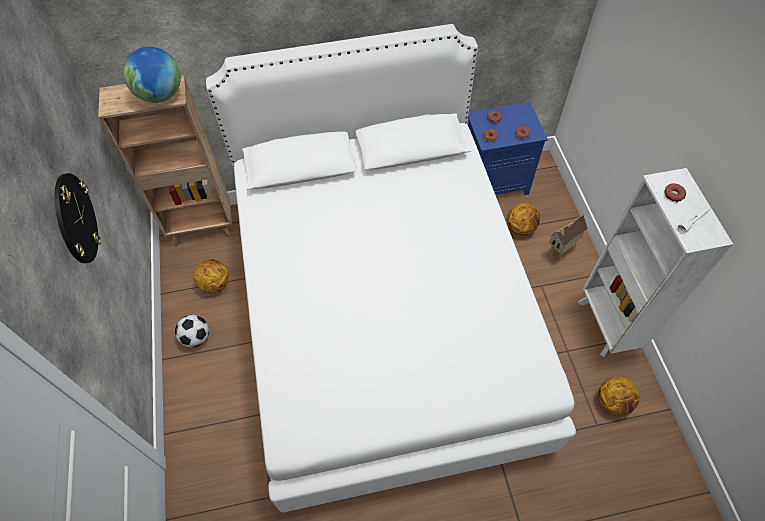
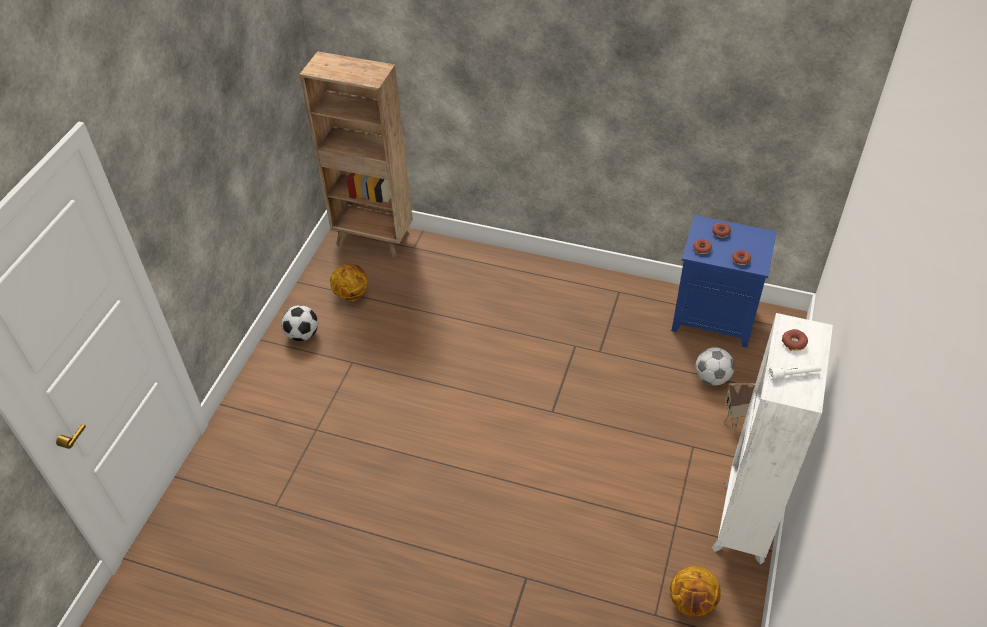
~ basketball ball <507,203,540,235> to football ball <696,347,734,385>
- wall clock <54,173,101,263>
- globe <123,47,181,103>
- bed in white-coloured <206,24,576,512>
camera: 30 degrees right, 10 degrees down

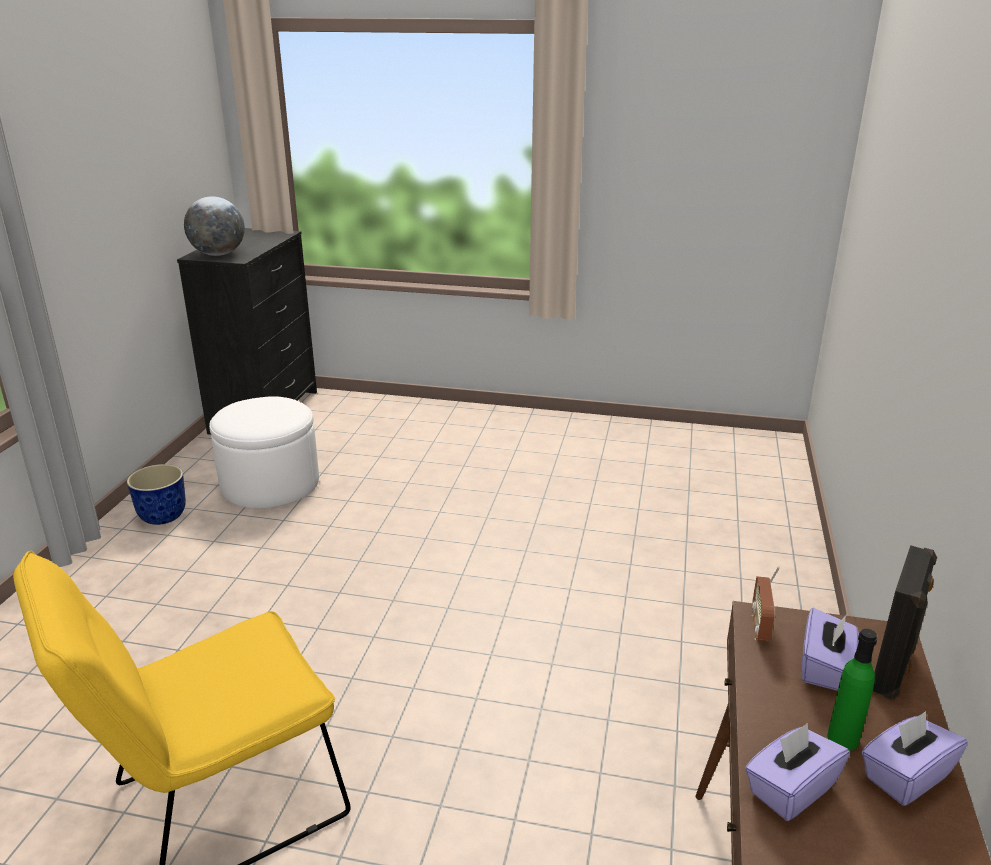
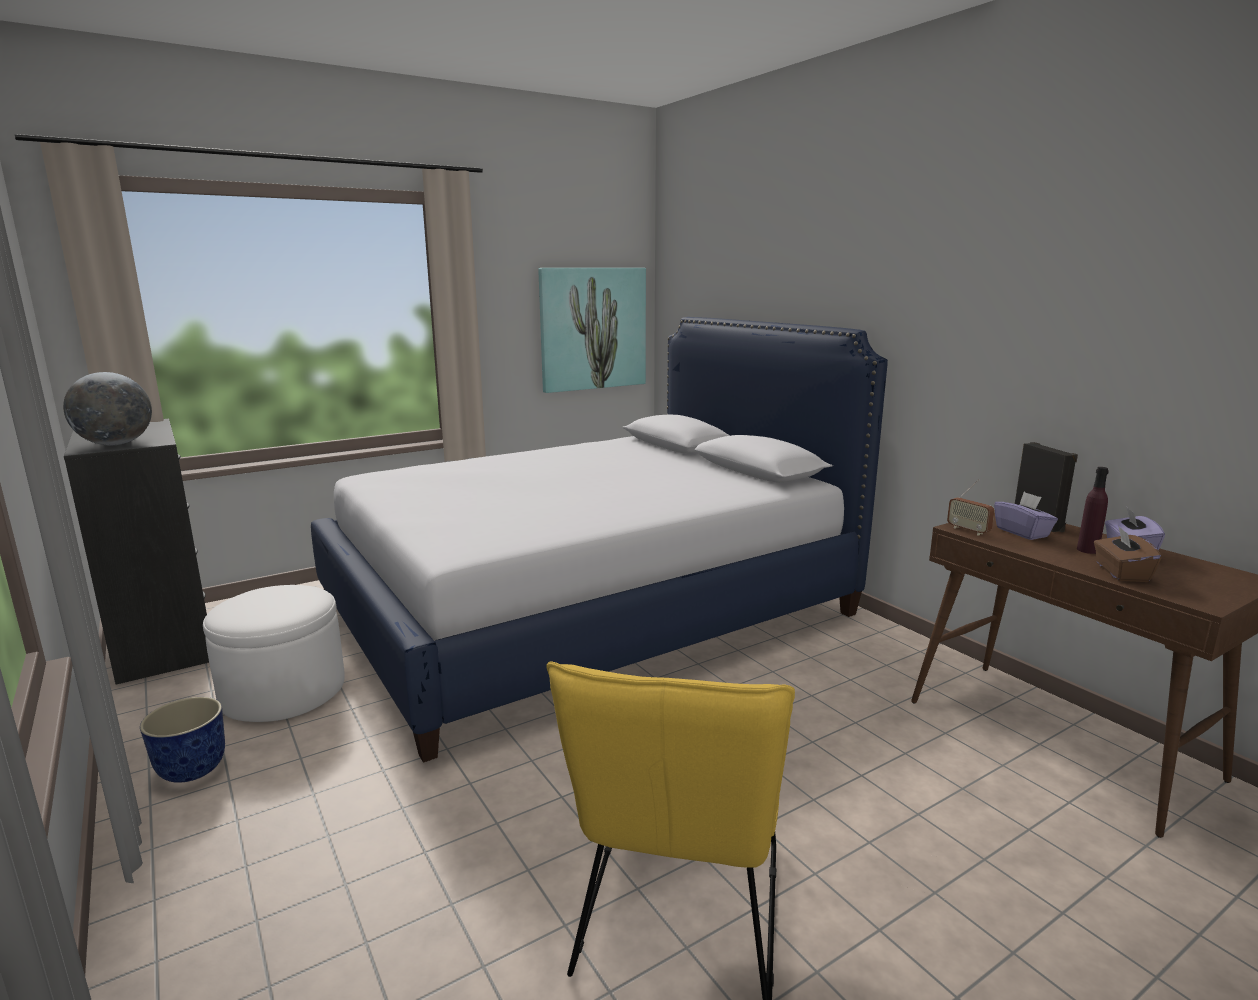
+ bed <311,317,888,763>
+ picture <538,268,646,393>
~ beverage bottle in green <827,629,877,751> to beverage bottle in purplish <1077,467,1109,554>
~ box of tissues in purplish <745,723,850,821> to box of tissues in brown-coloured <1094,526,1162,582>
camera: 45 degrees left, 10 degrees down

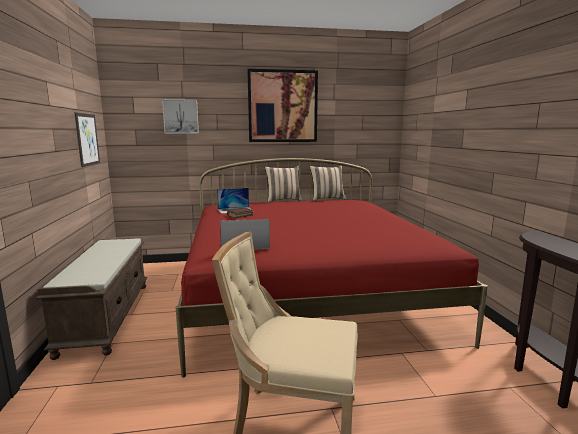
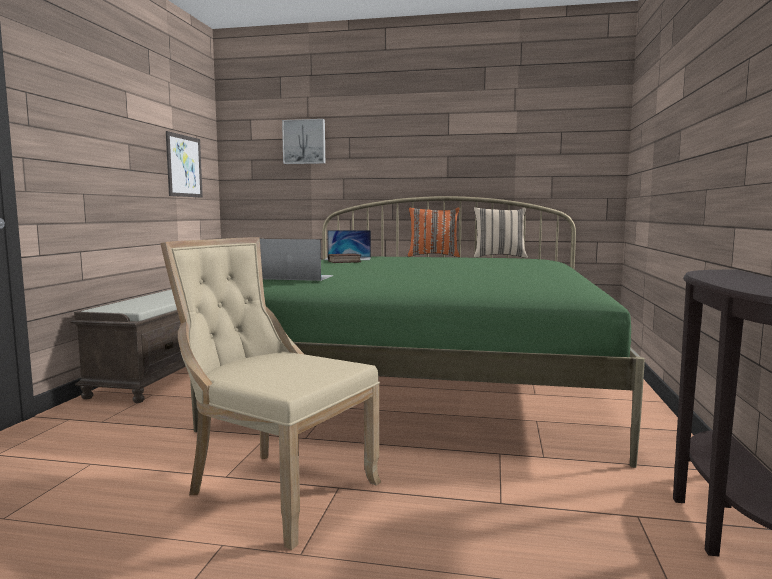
~ bed in red-coloured <176,158,488,378> to bed in green <190,196,645,468>
~ cushion in beige <265,166,302,202> to cushion in orange-coloured <408,207,460,257>
- picture <247,69,318,142>
camera: 20 degrees right, 5 degrees down

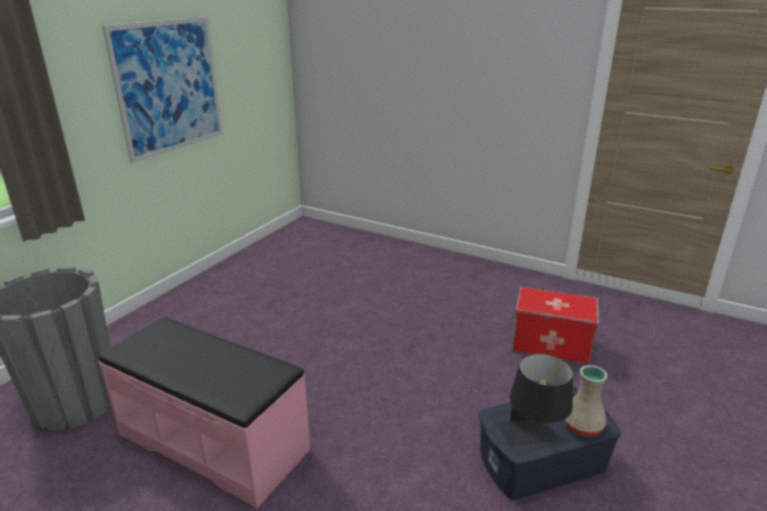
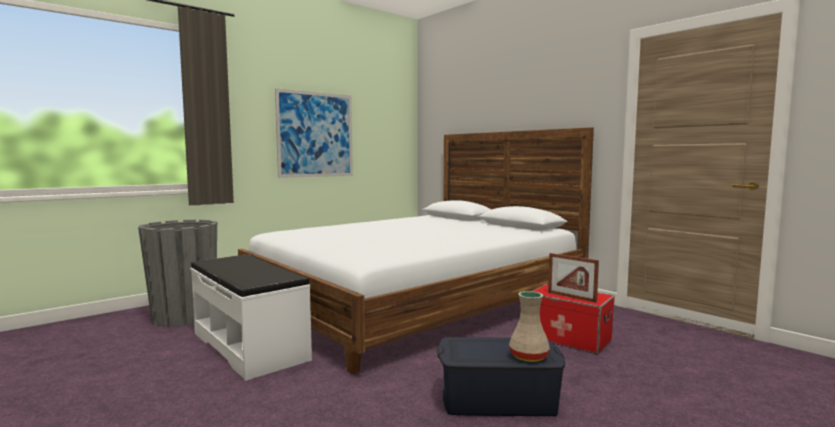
~ indoor bench in pinkish <98,316,310,508> to indoor bench in white-coloured <190,254,312,381>
+ bed <238,127,594,374>
+ photo frame <548,253,599,303>
- table lamp in black <500,353,573,446>
camera: 20 degrees right, 20 degrees down

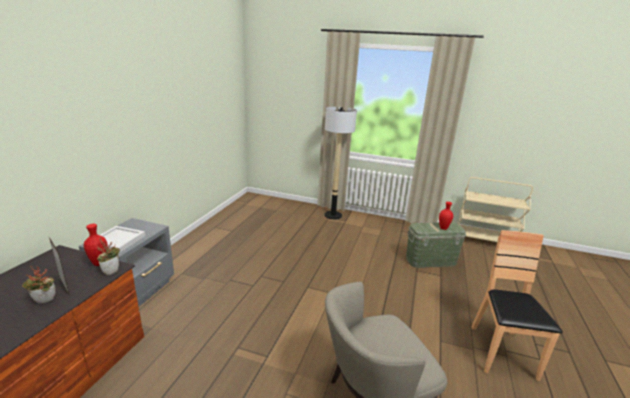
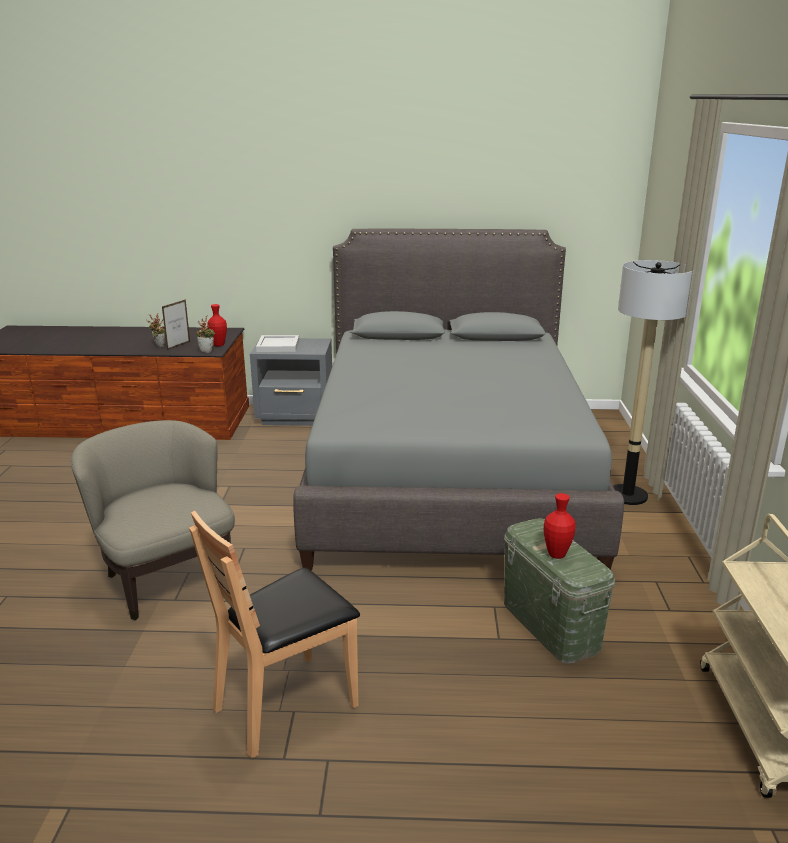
~ plain chair in brown-coloured <471,230,563,381> = <189,511,360,758> 150 degrees clockwise
+ bed in grey <293,228,624,570>
camera: 75 degrees right, 0 degrees up

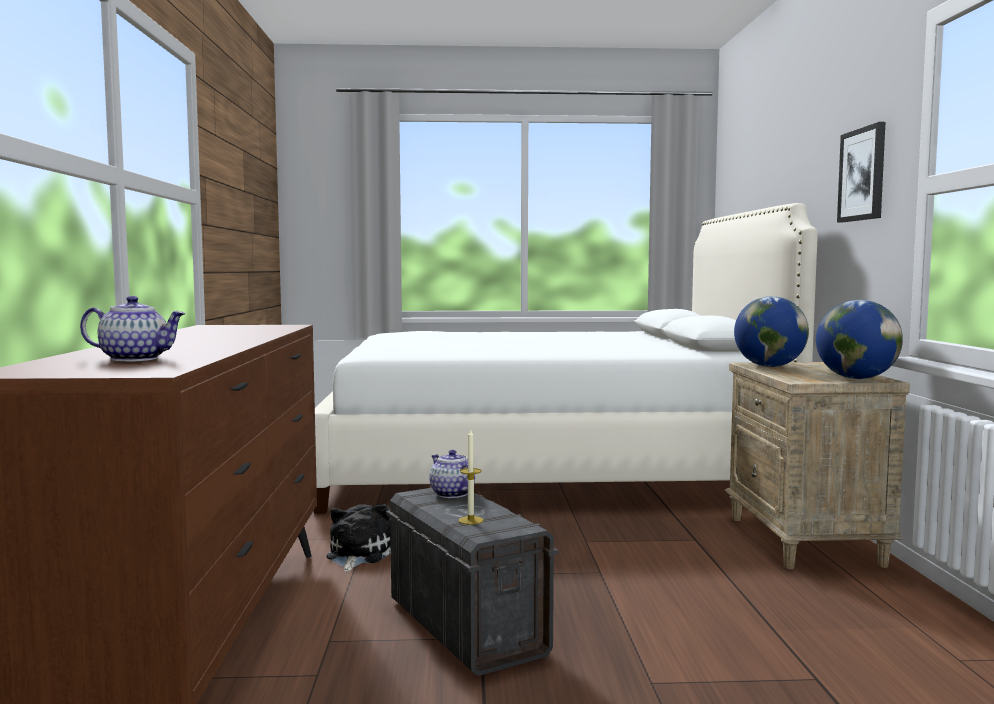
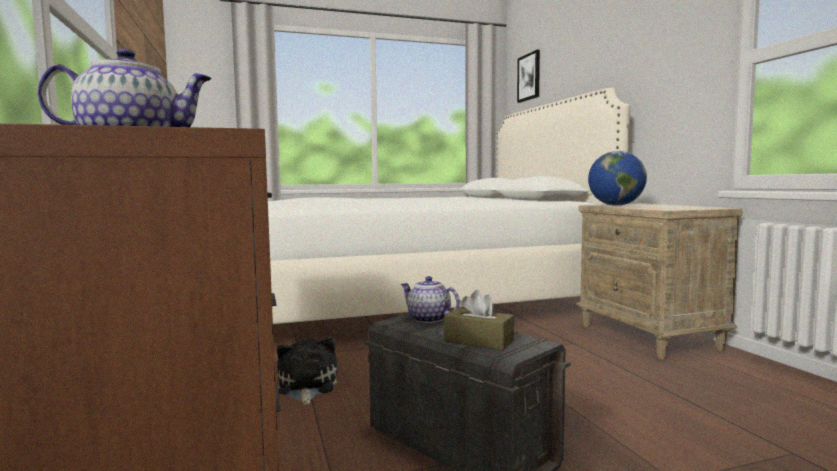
~ candle <458,428,483,525> to box of tissues in brown-coloured <444,290,514,351>
~ picture <837,122,885,222> to <517,50,540,103>
- globe <816,300,903,379>
camera: 15 degrees left, 0 degrees up

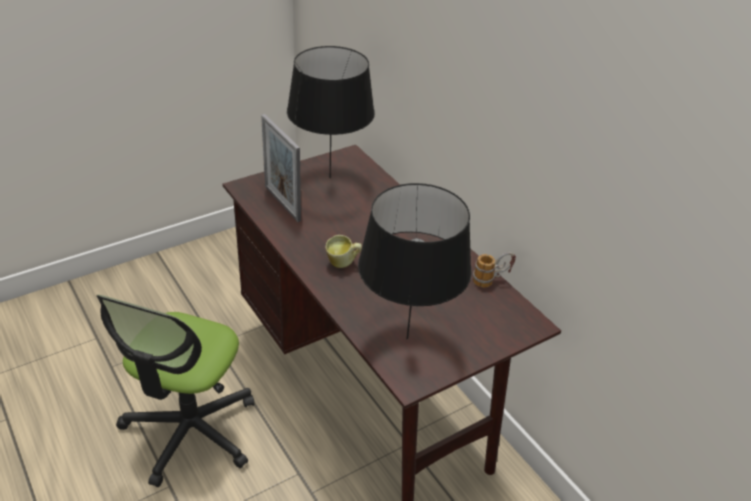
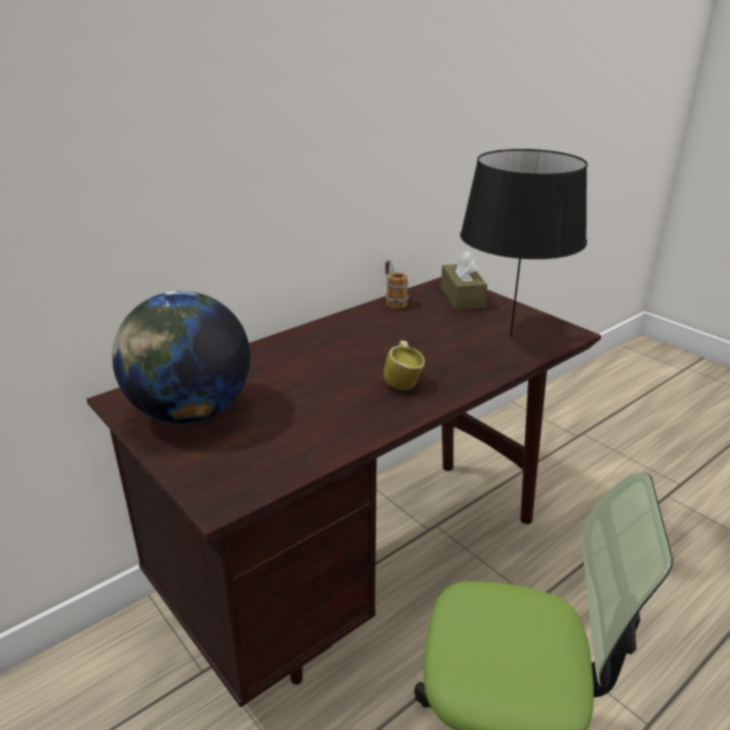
~ table lamp in black <287,46,375,178> to globe <112,291,250,424>
+ box of tissues in brown-coloured <441,251,487,310>
- photo frame <261,114,301,222>
camera: 95 degrees left, 10 degrees down

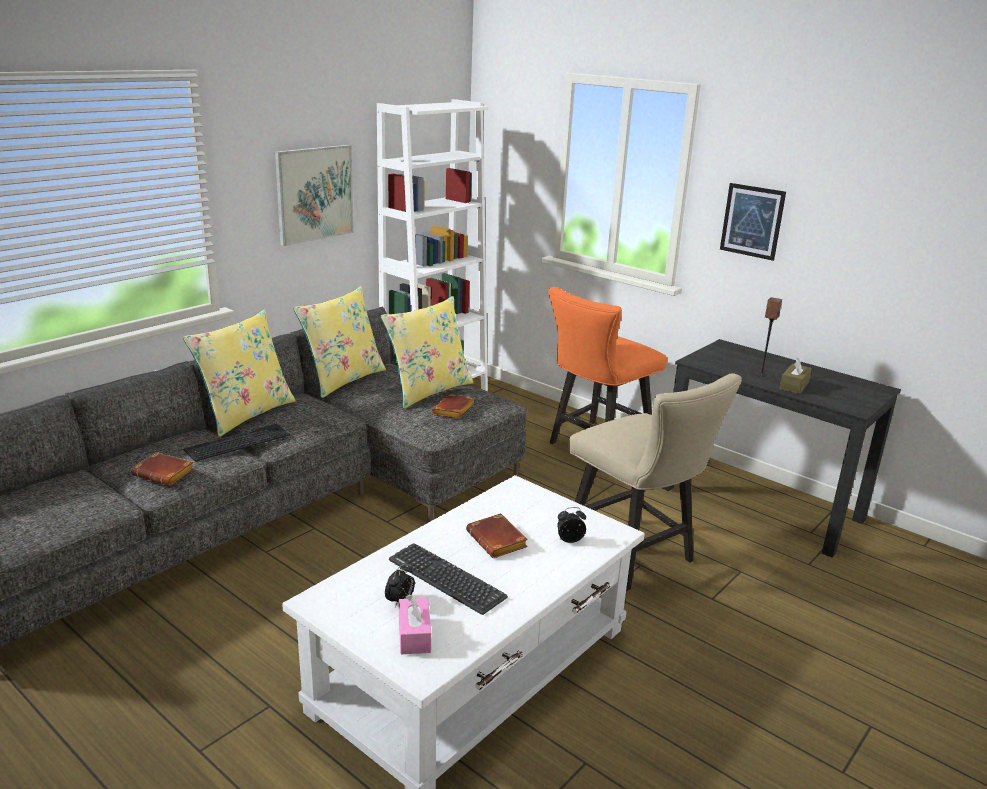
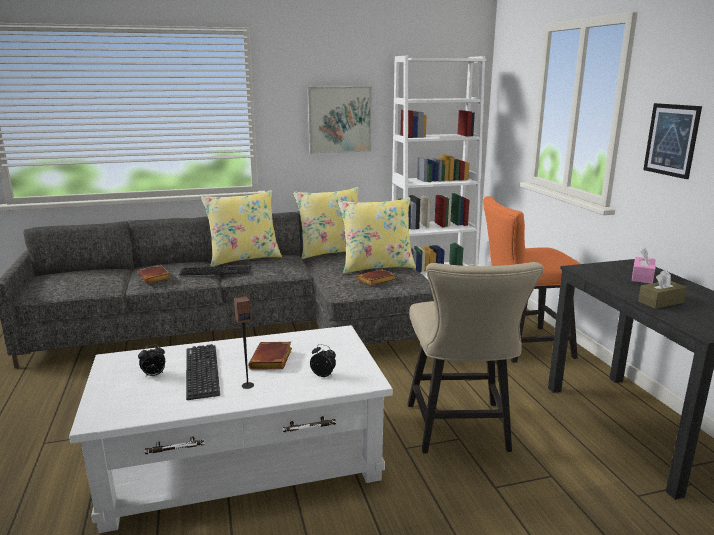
~ audio speaker <756,297,782,377> to <234,296,254,389>
~ box of tissues in pinkish <399,595,431,654> to <632,248,656,284>
camera: 35 degrees right, 5 degrees down

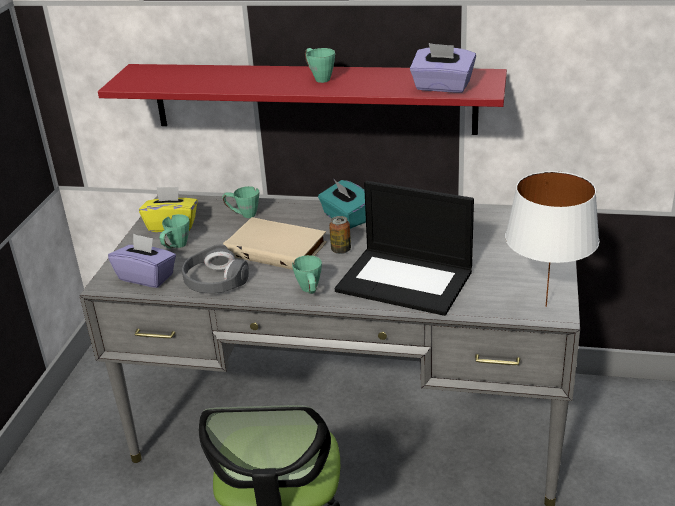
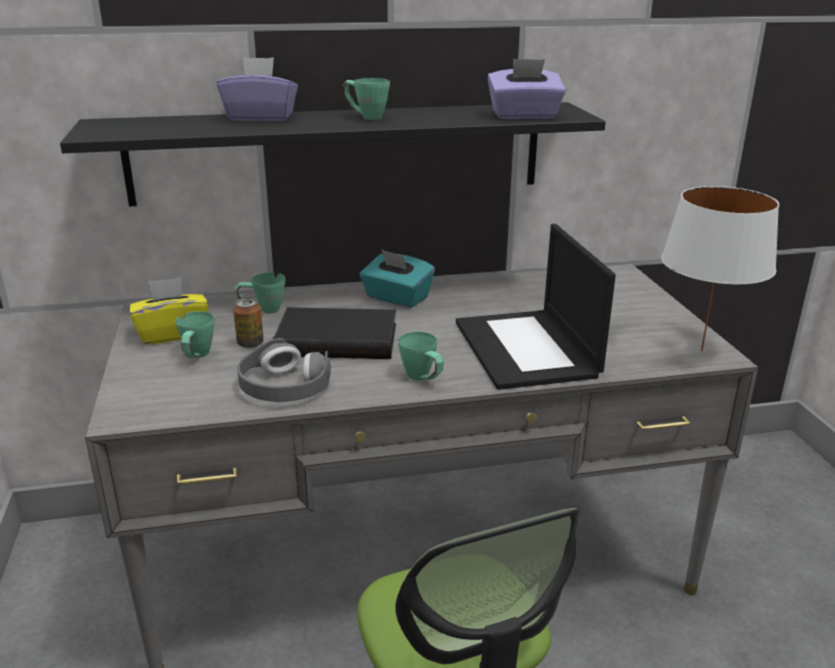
~ wall shelf in red-coloured <98,64,507,135> to wall shelf in black <60,102,606,207>
~ box of tissues in purplish <108,233,176,288> to <216,57,298,121>
~ can <329,216,351,254> to <233,298,264,348>
~ book in beige <223,217,327,270> to book in black <273,307,396,359>
~ portable computer <335,181,474,316> = <456,224,616,390> 75 degrees clockwise
camera: 25 degrees left, 5 degrees down

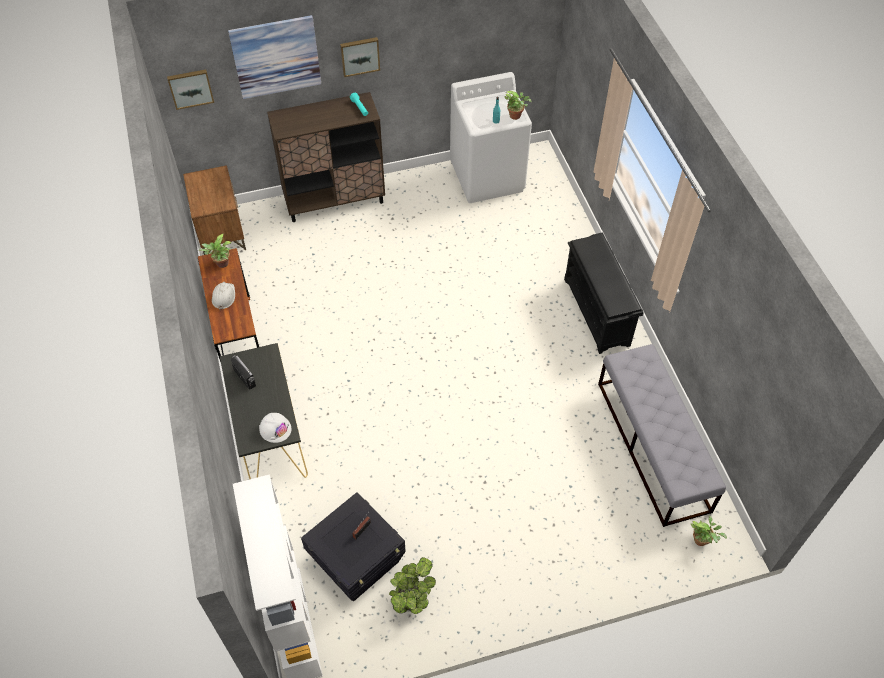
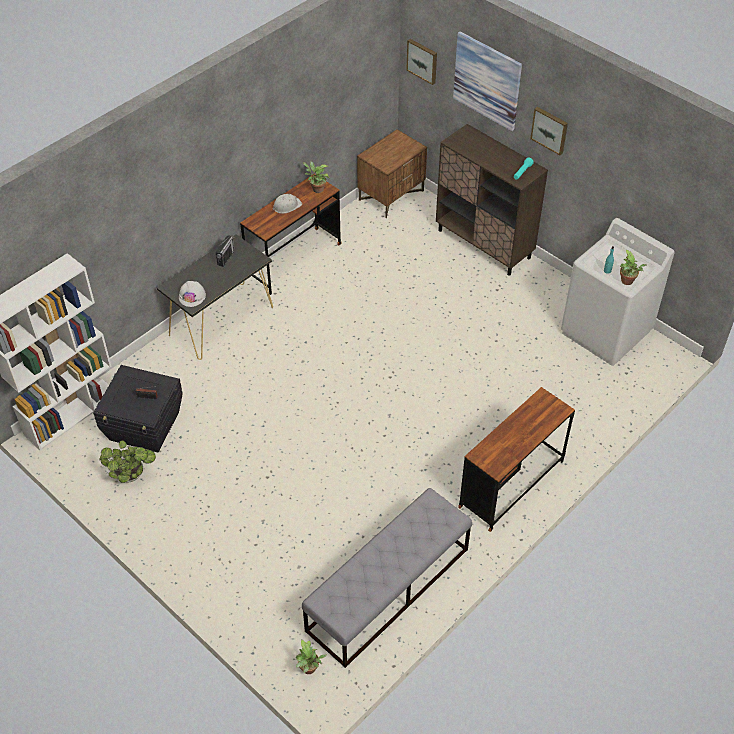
~ shoe shelf in black <564,232,644,354> to desk table in brown-coloured <458,387,575,532>
camera: 60 degrees right, 5 degrees down

